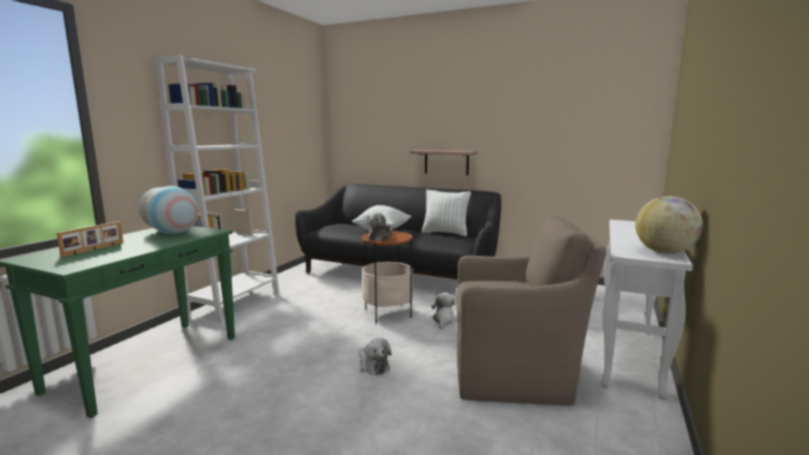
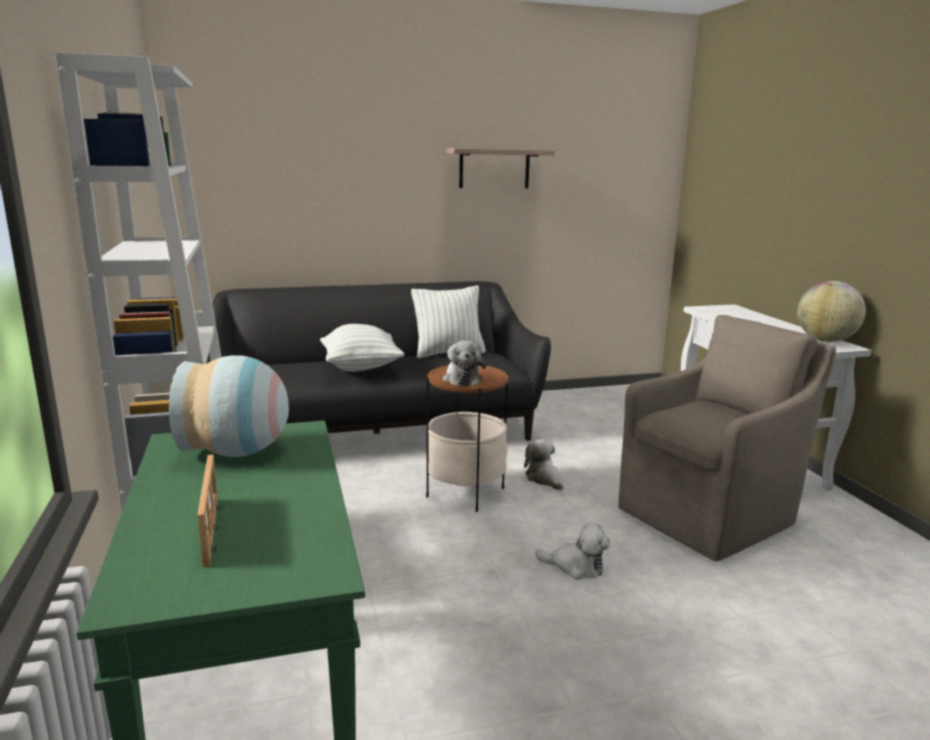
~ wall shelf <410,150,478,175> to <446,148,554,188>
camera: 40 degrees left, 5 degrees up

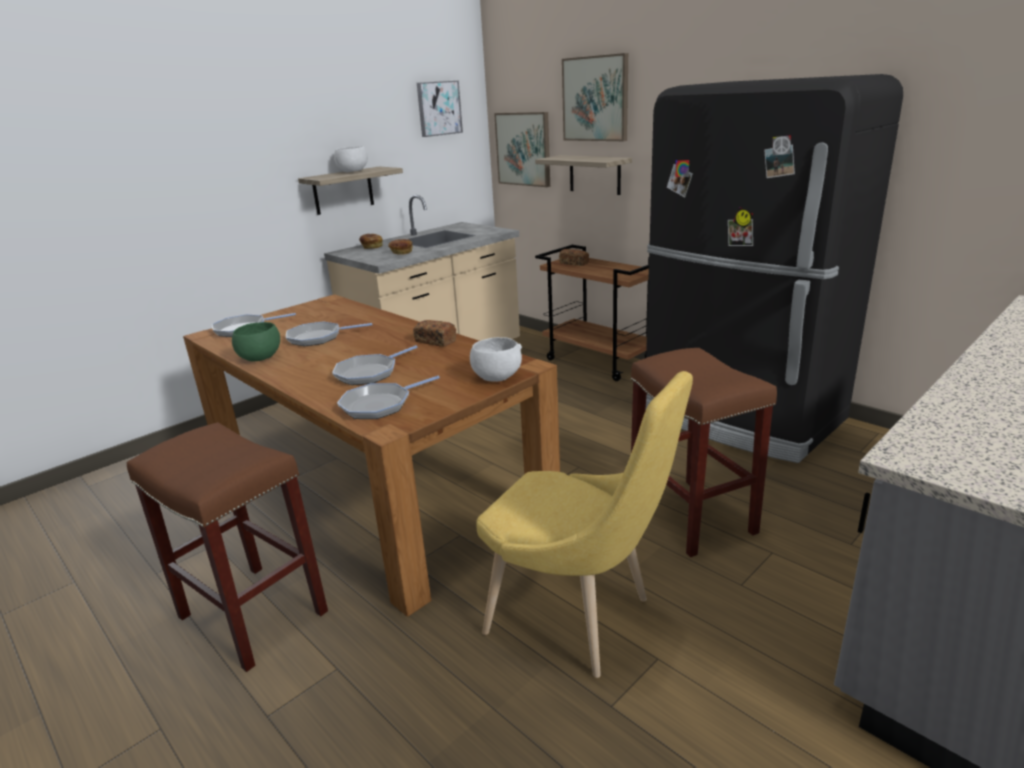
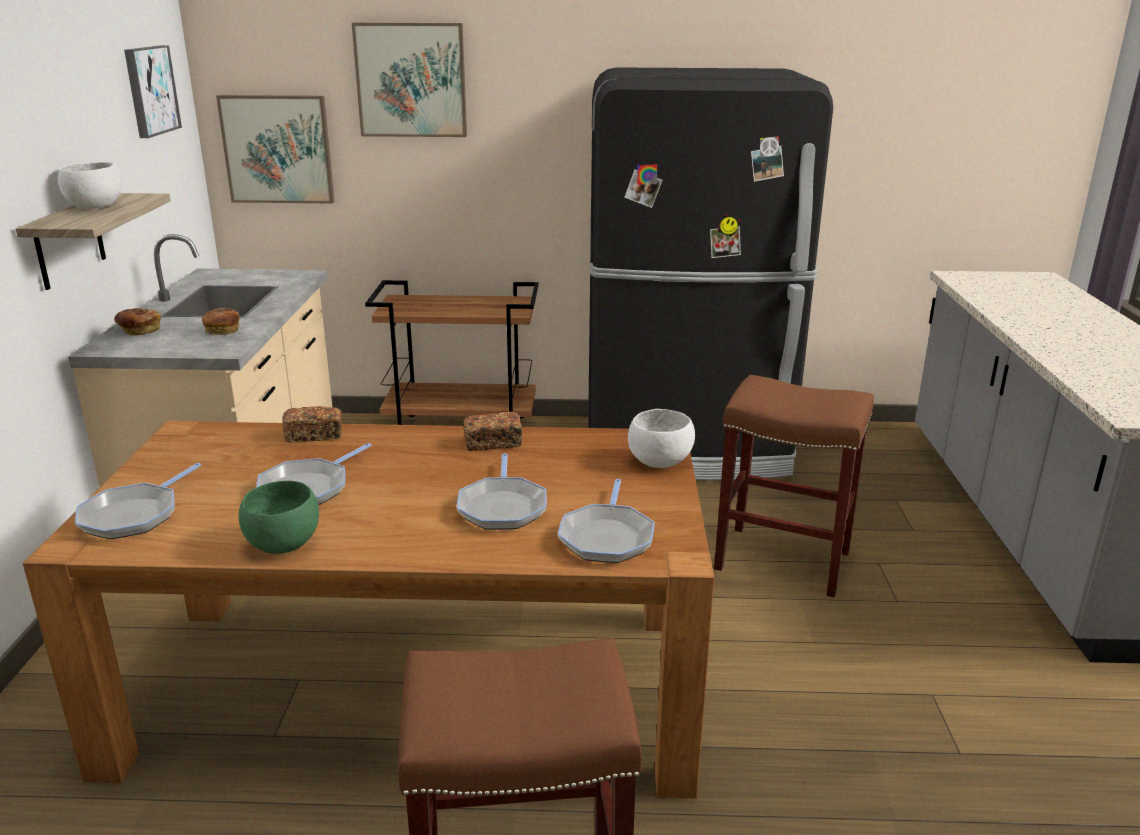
~ bread <559,249,589,266> to <282,406,342,442>
- plain chair in yellow-coloured <476,371,693,678>
- wall shelf <535,155,632,195>
camera: 45 degrees left, 0 degrees up

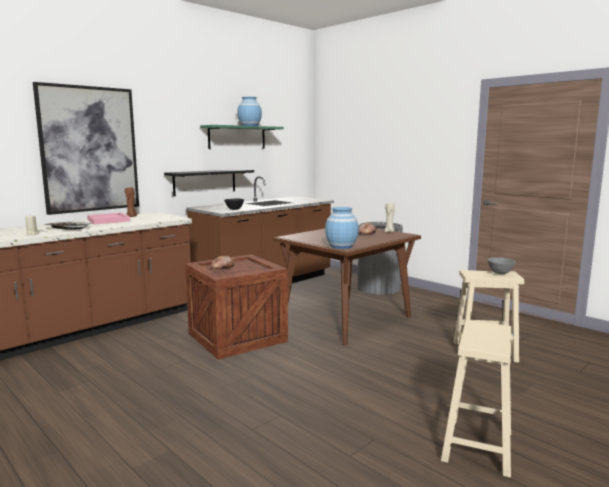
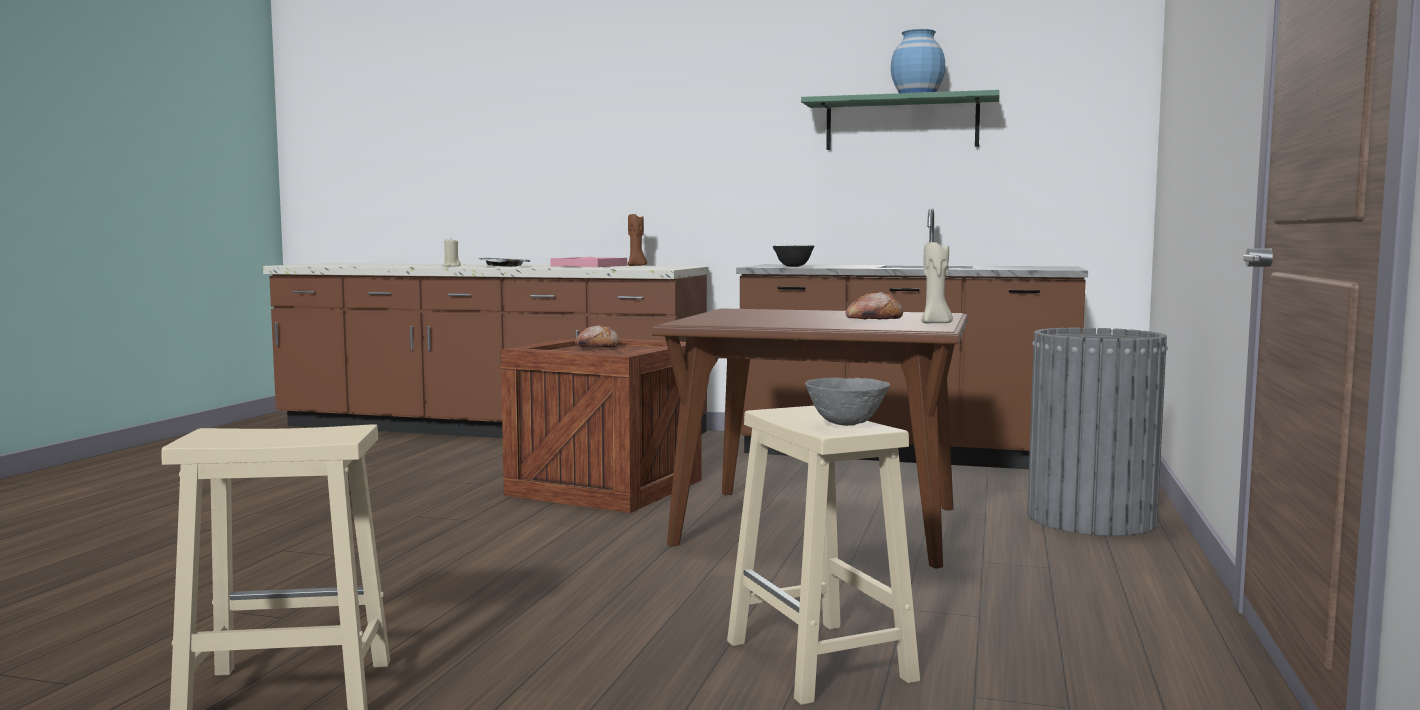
- picture <33,82,139,215>
- wall shelf in black <164,169,254,196>
- vase in blue <325,207,359,249>
camera: 60 degrees right, 5 degrees down

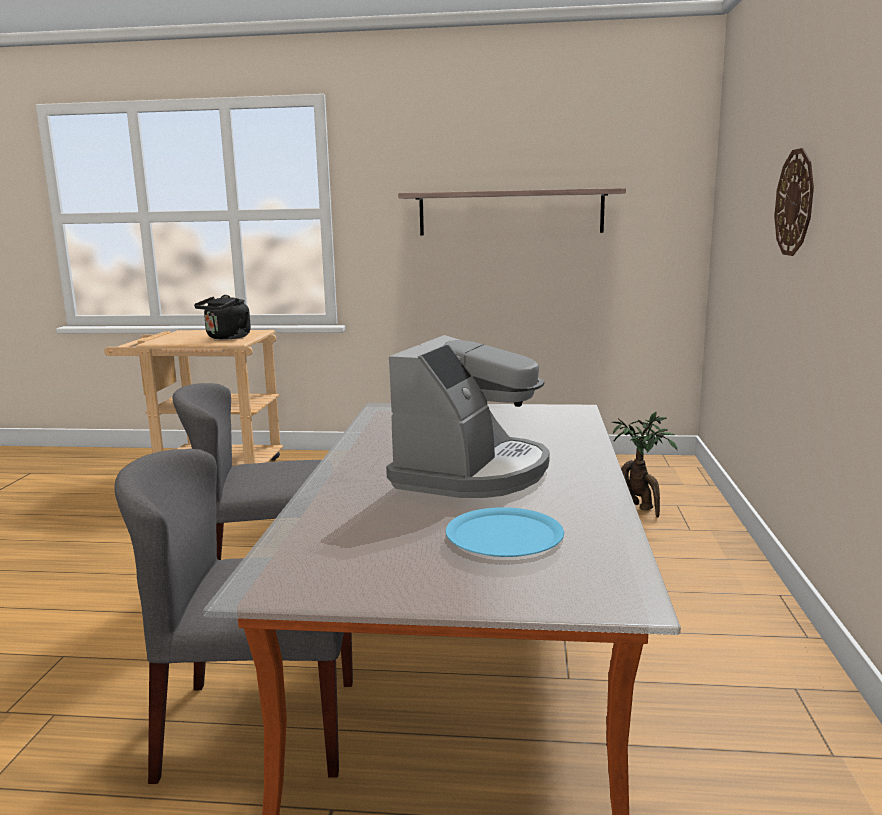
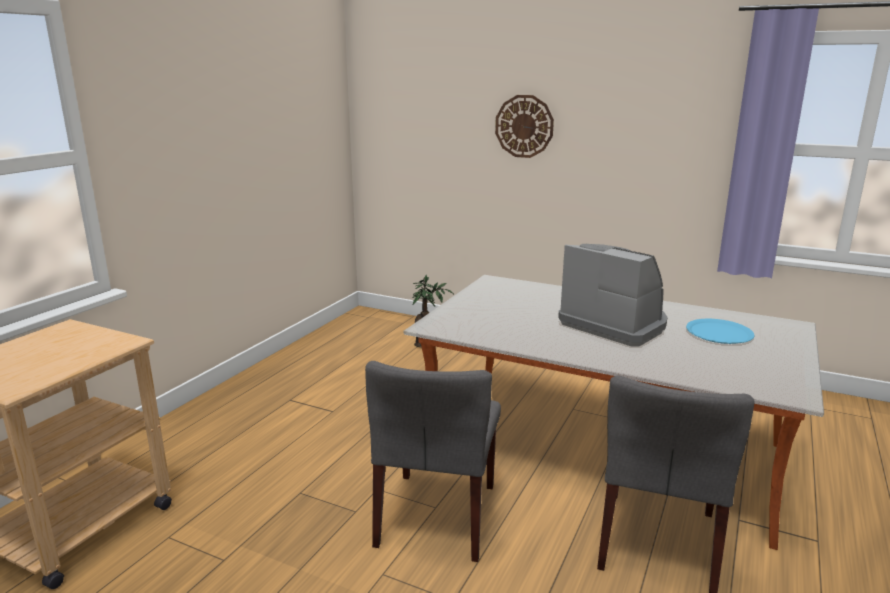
- water kettle in black <194,295,251,340>
- wall shelf <398,188,626,236>
camera: 70 degrees left, 5 degrees up

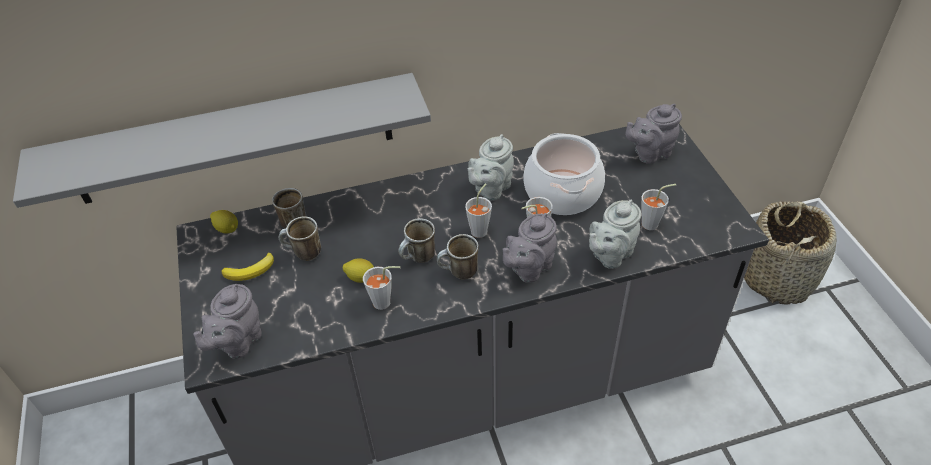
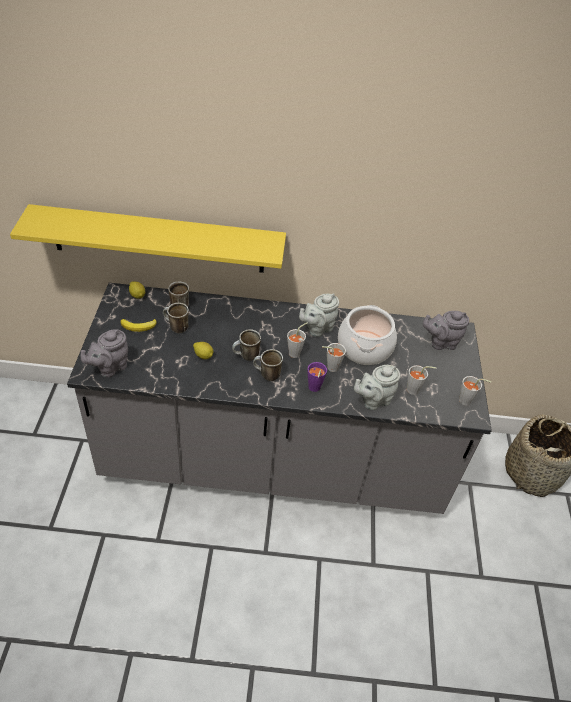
~ wall shelf in grey <13,73,431,208> to wall shelf in yellow-coloured <10,204,286,273>
~ pot for tea in grey <502,213,557,283> to cup in purplish <308,362,327,392>
~ cup in grey <363,266,401,310> to <459,376,491,406>
camera: 15 degrees right, 0 degrees up

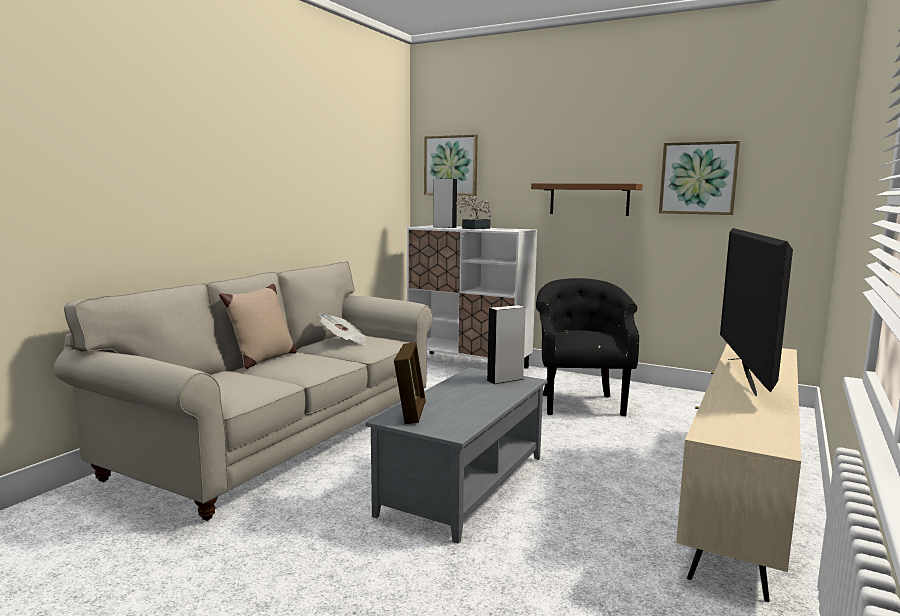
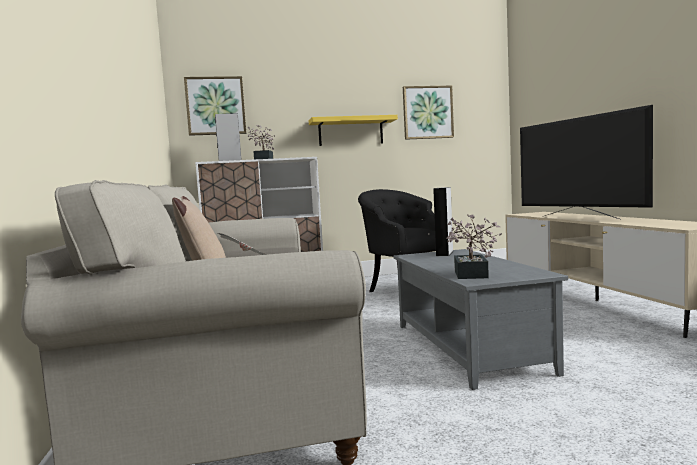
~ wall shelf in brown-coloured <531,183,643,216> to wall shelf in yellow-coloured <309,115,398,146>
~ photo frame <394,342,426,424> to plant in a pot <446,214,502,279>
camera: 40 degrees left, 5 degrees down

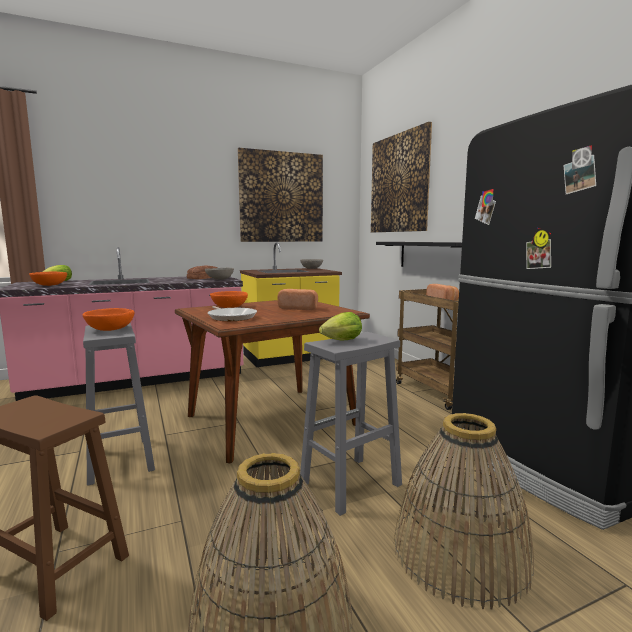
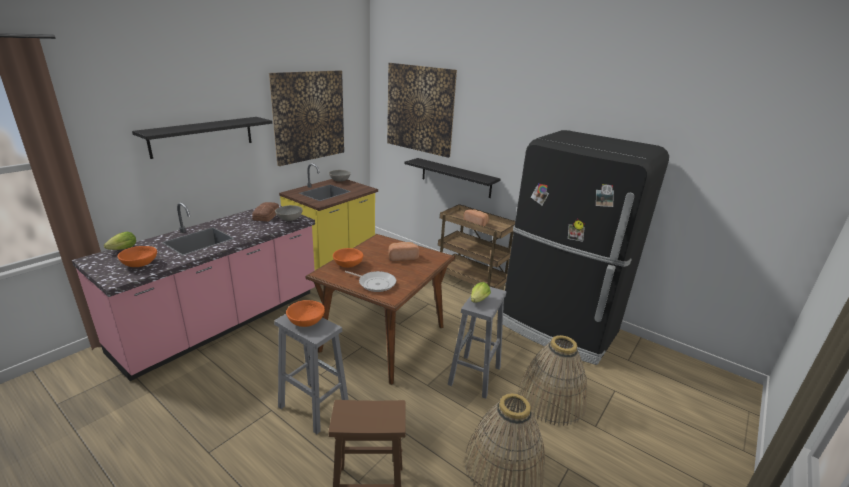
+ wall shelf in black <132,117,272,159>
camera: 30 degrees left, 15 degrees up

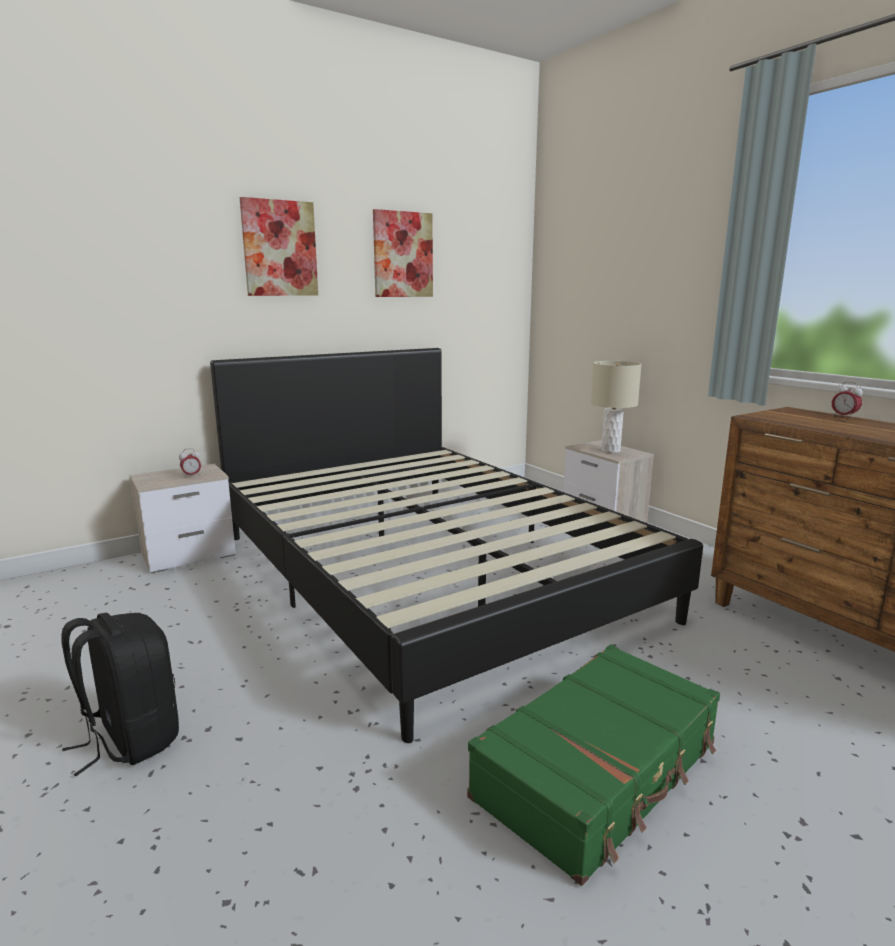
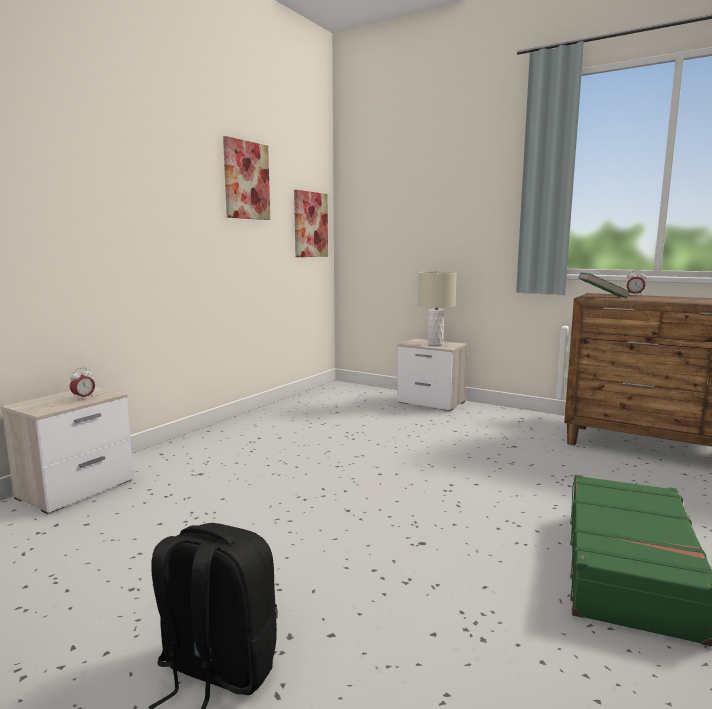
~ picture <240,197,318,296> to <294,190,328,257>
+ book in green <578,272,630,298>
- bed in black <210,348,703,743>
camera: 25 degrees left, 5 degrees down

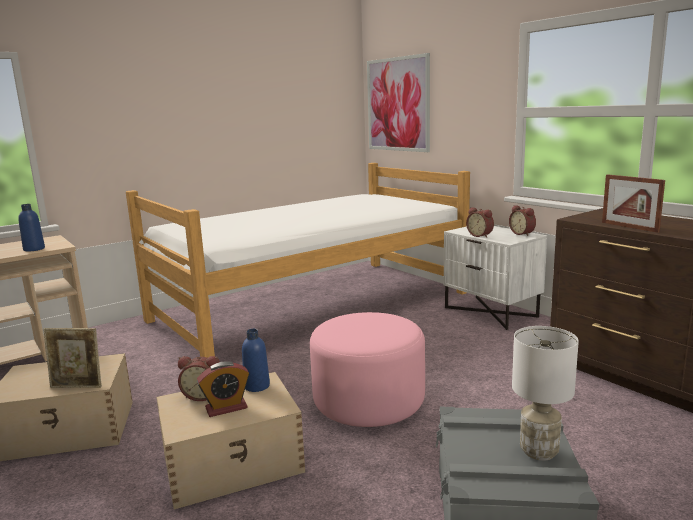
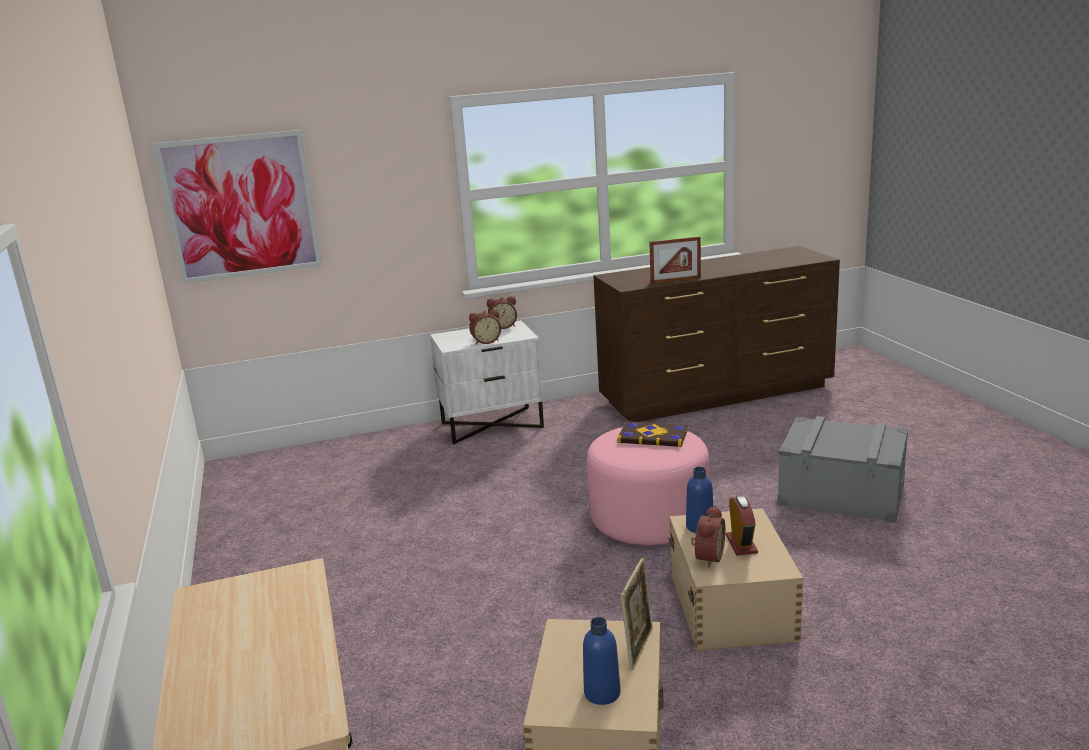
~ beverage bottle in blue <18,204,45,252> to <583,617,621,705>
+ book <617,421,688,447>
- bed <126,163,470,358>
- table lamp in white-coloured <512,326,579,461>
camera: 70 degrees left, 5 degrees up

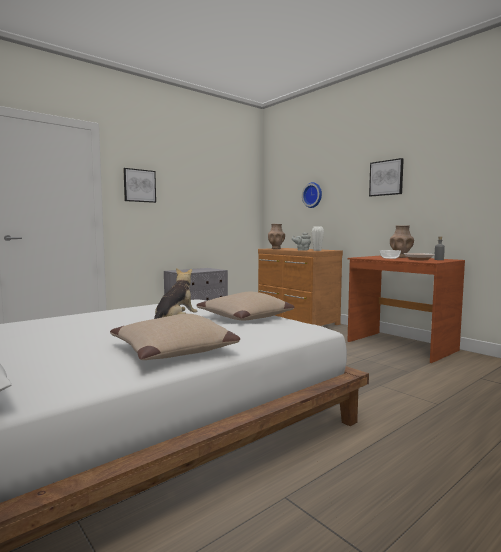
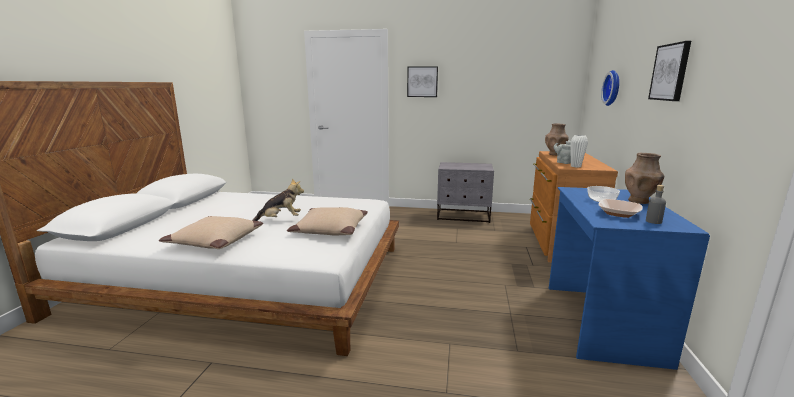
~ desk table in brown-coloured <347,256,465,363> to desk table in blue <549,187,710,370>
camera: 50 degrees right, 10 degrees up

